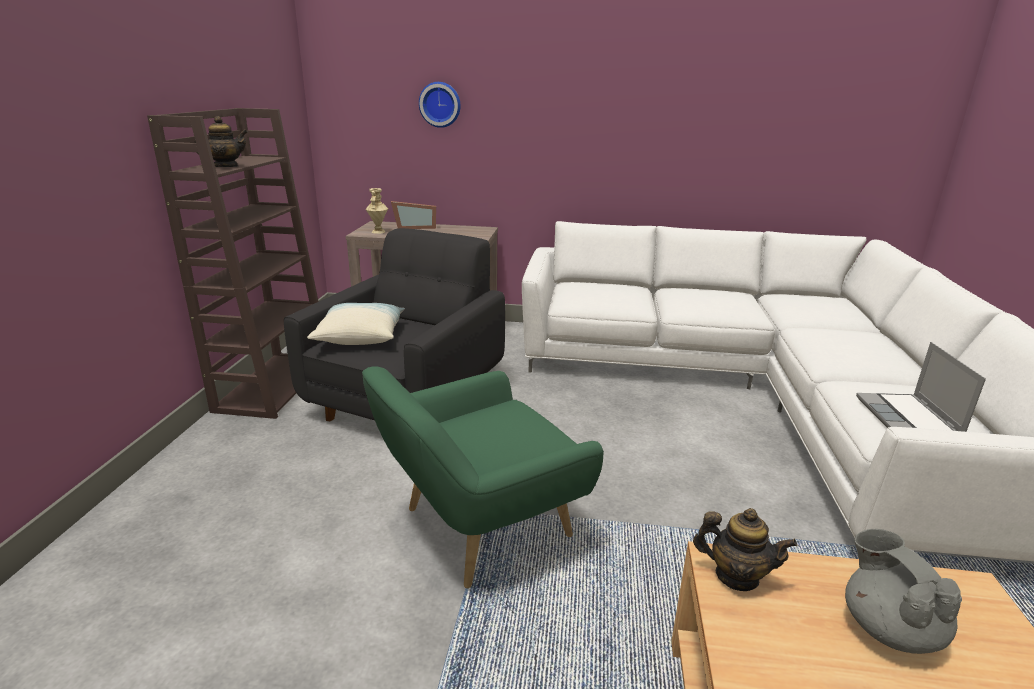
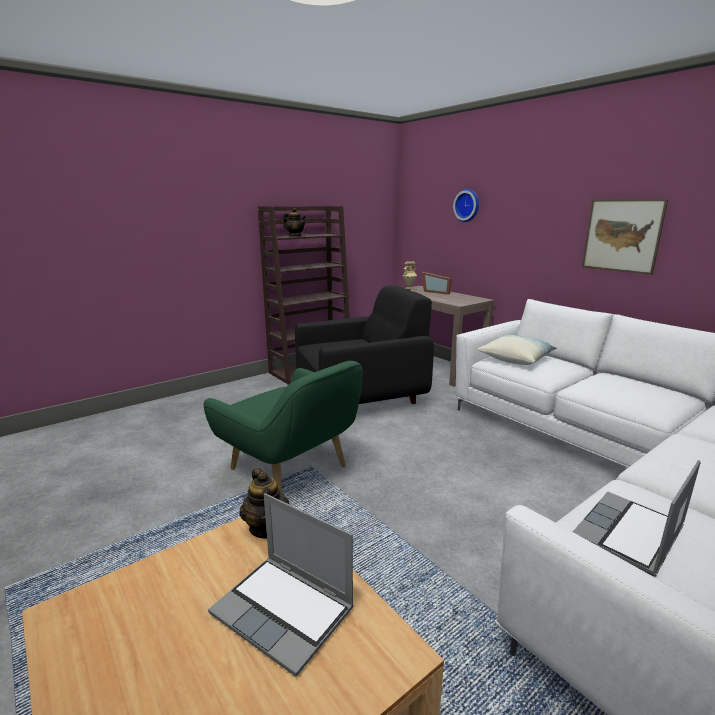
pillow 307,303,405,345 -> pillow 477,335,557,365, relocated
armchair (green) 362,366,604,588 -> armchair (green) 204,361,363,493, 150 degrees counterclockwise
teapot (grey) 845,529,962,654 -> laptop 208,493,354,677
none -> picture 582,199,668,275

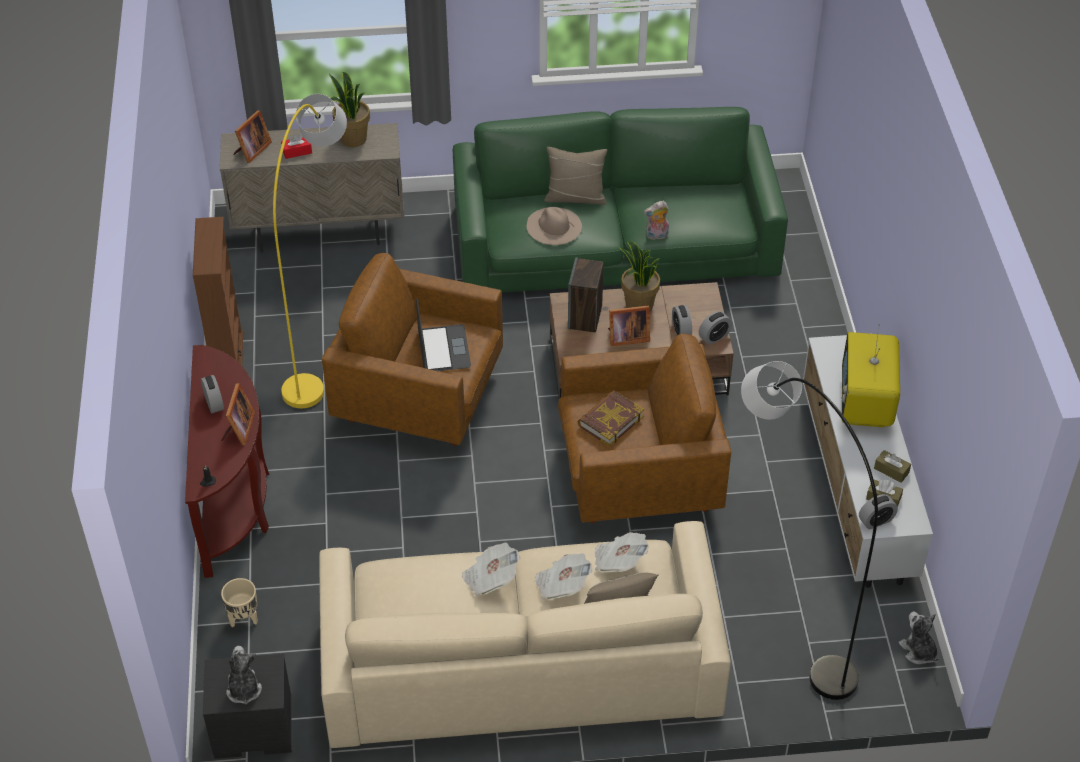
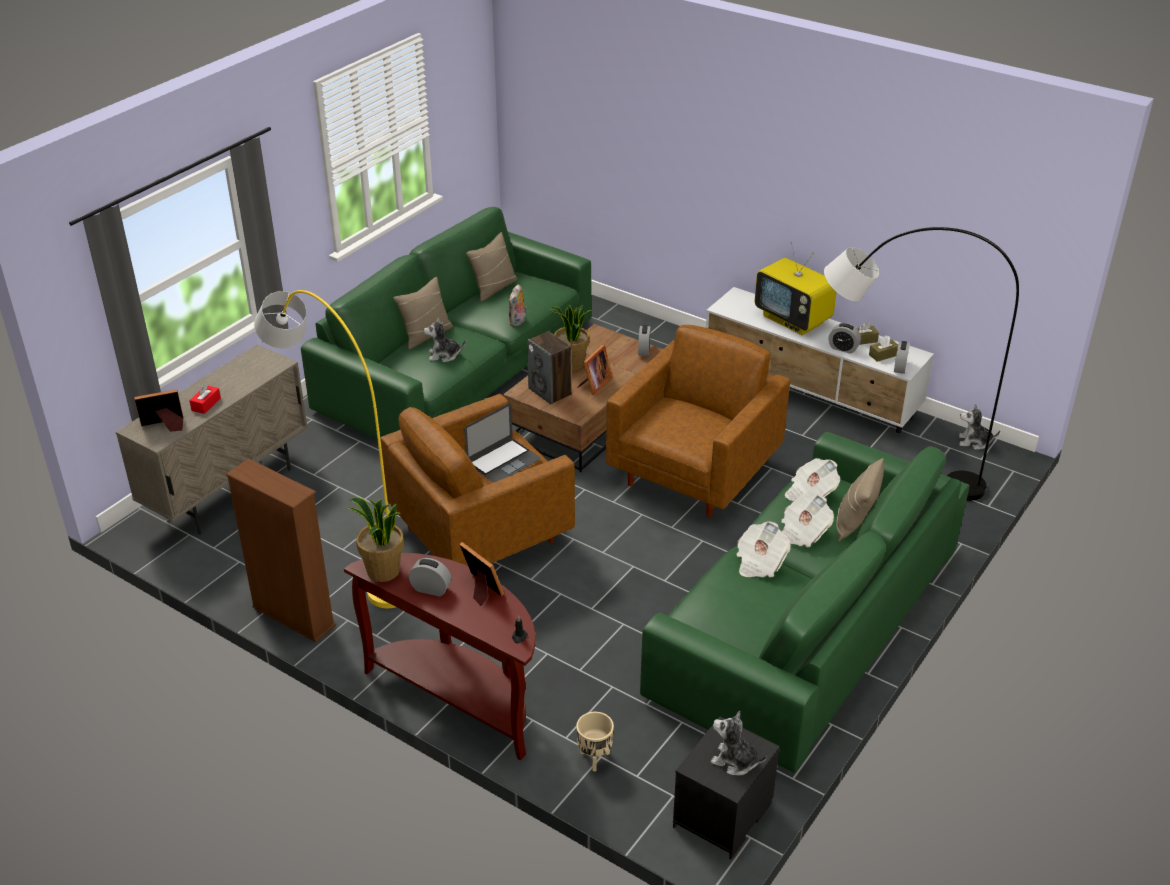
picture frame 233,110,272,163 -> picture frame 134,389,183,432, 90 degrees counterclockwise
sofa (beige) 319,521,731,748 -> sofa (green) 640,432,970,773
potted plant 329,72,370,147 -> potted plant 346,498,404,582, relocated
laptop 416,298,471,371 -> laptop 464,403,541,483, 105 degrees clockwise
hat (beige) 527,207,582,245 -> plush toy 424,318,466,362
book 577,390,644,447 -> none
alarm clock 672,305,692,336 -> alarm clock 829,323,861,354, relocated
none -> pillow (beige) 466,232,517,302

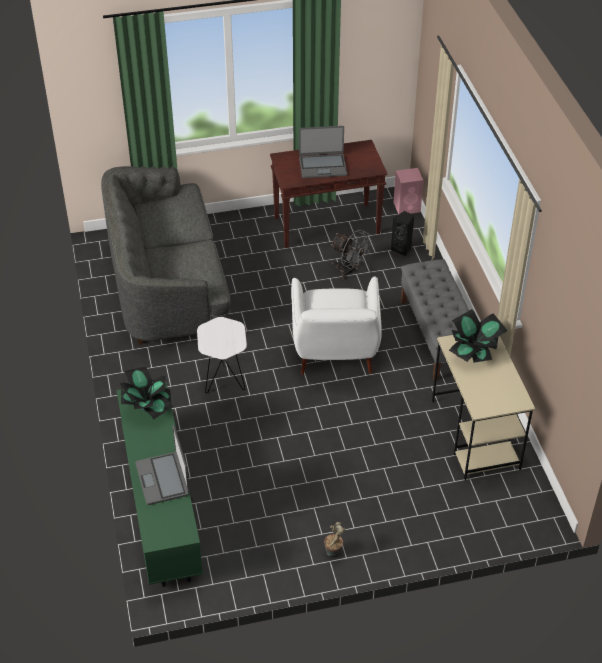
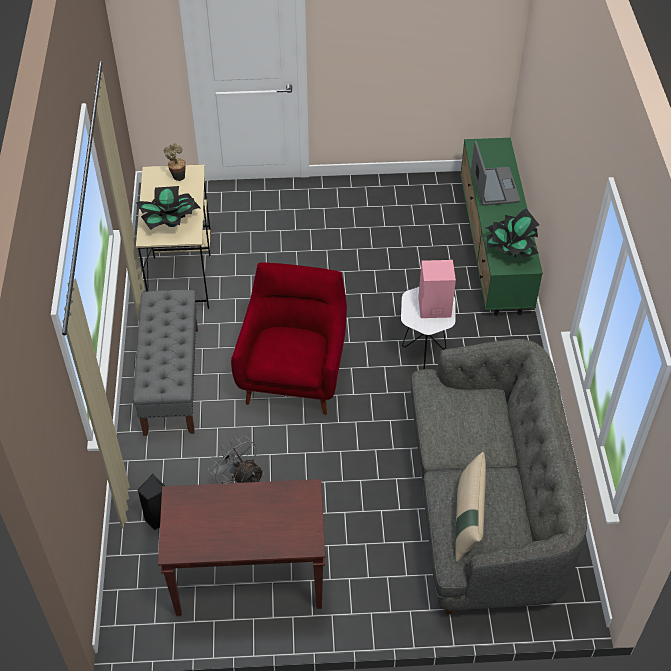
armchair (white) 291,277,382,375 -> armchair (red) 231,262,347,415
laptop 299,126,347,178 -> none
potted plant 324,522,345,556 -> potted plant 164,143,186,181, relocated
speaker (pink) 394,168,423,214 -> speaker (pink) 418,260,456,318, relocated
none -> pillow (beige) 455,452,486,562

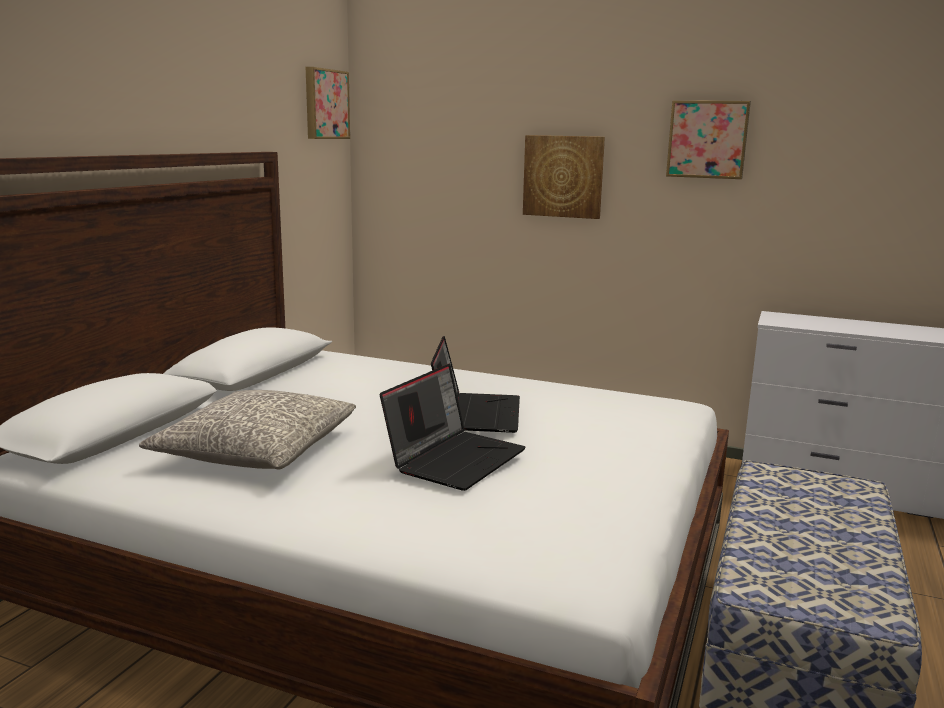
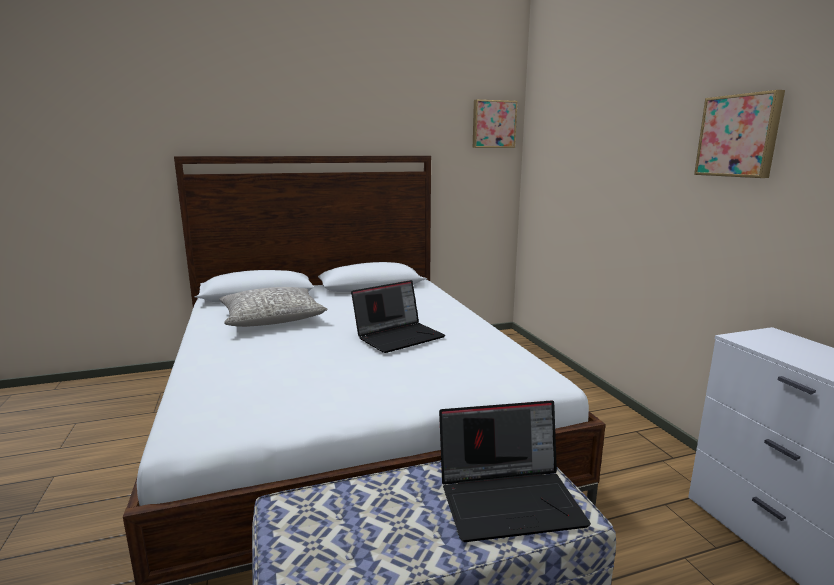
laptop 380,364,526,491 -> laptop 439,400,591,542, relocated
picture 523,135,605,219 -> none

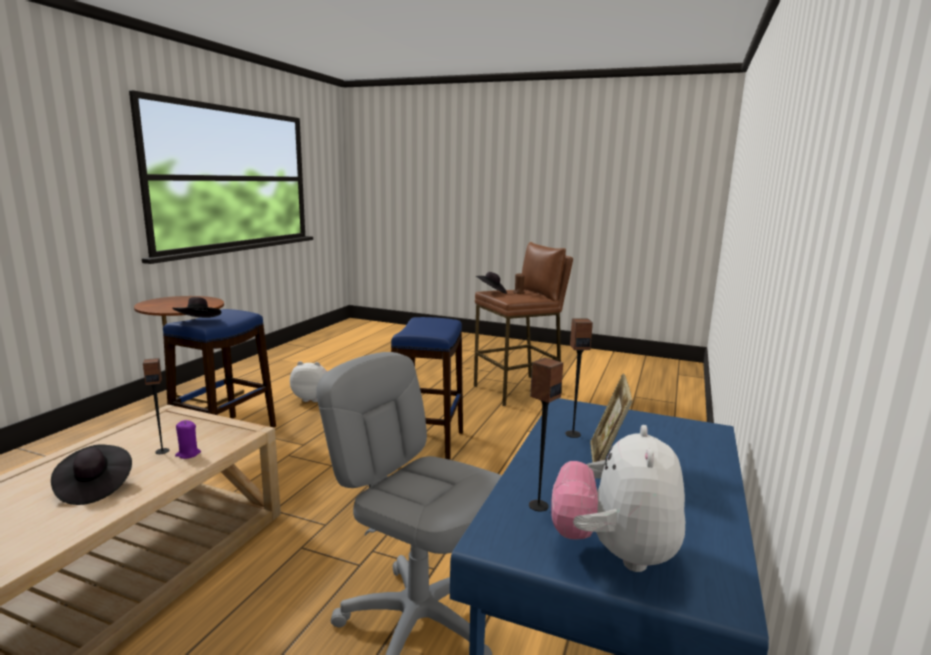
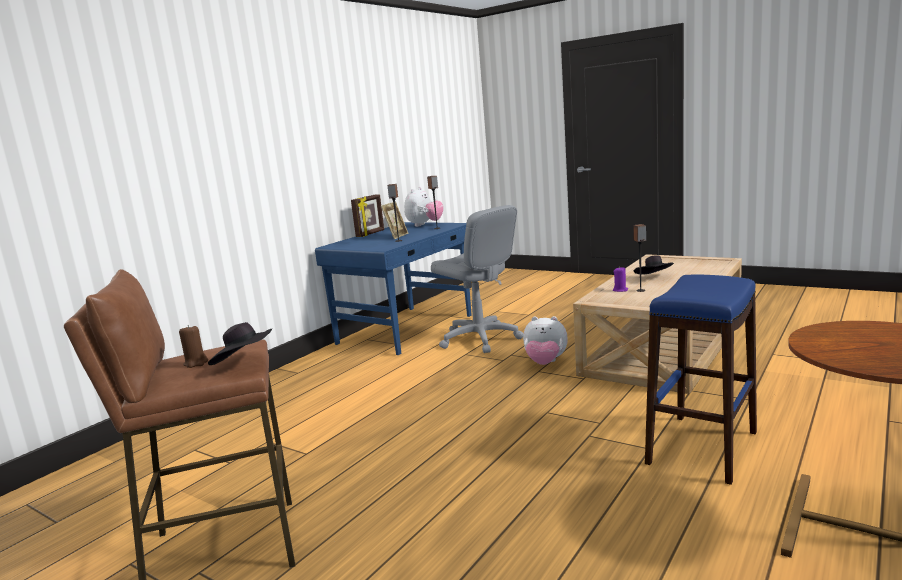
hat (black) 172,297,221,318 -> none
plush toy 290,361,327,402 -> plush toy 523,316,568,365, relocated
stool (blue) 391,317,463,460 -> none
none -> picture frame 351,194,384,237

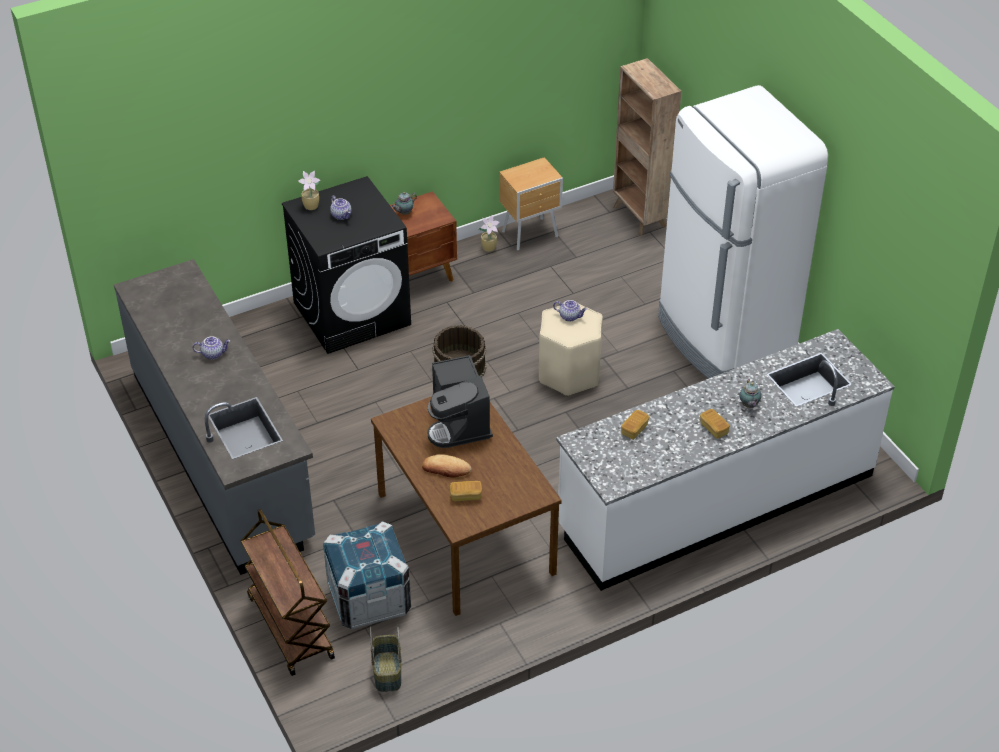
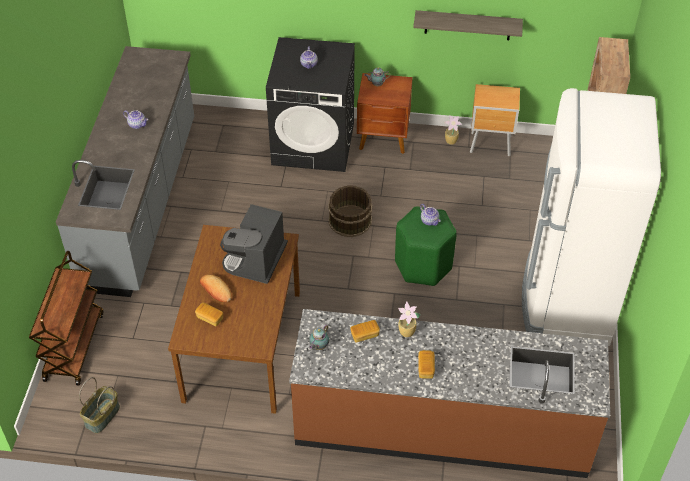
potted plant 298,171,321,210 -> potted plant 398,302,421,337, relocated
crate 323,521,411,630 -> none
stool (beige) 539,303,603,396 -> stool (green) 395,206,456,286
counter (white) 556,329,895,591 -> counter (brown) 289,309,610,478
teapot 739,379,762,408 -> teapot 309,325,329,350, relocated
none -> shelf 413,10,523,40

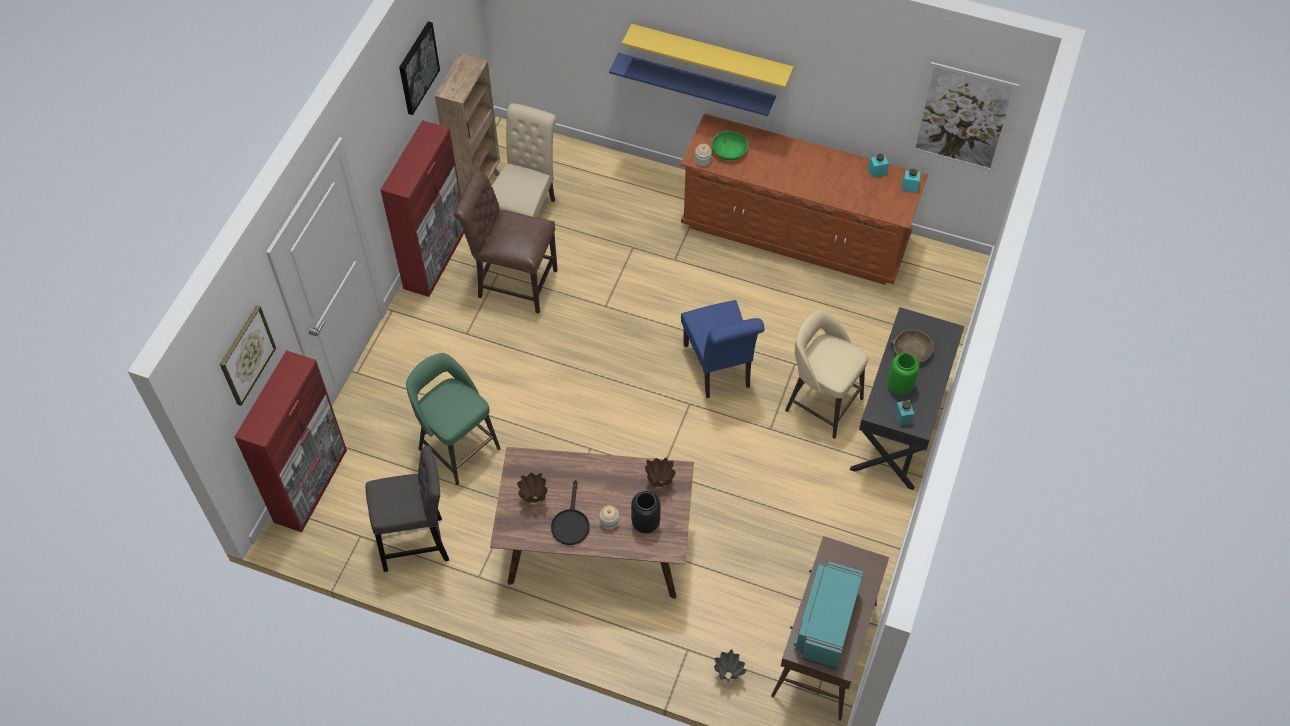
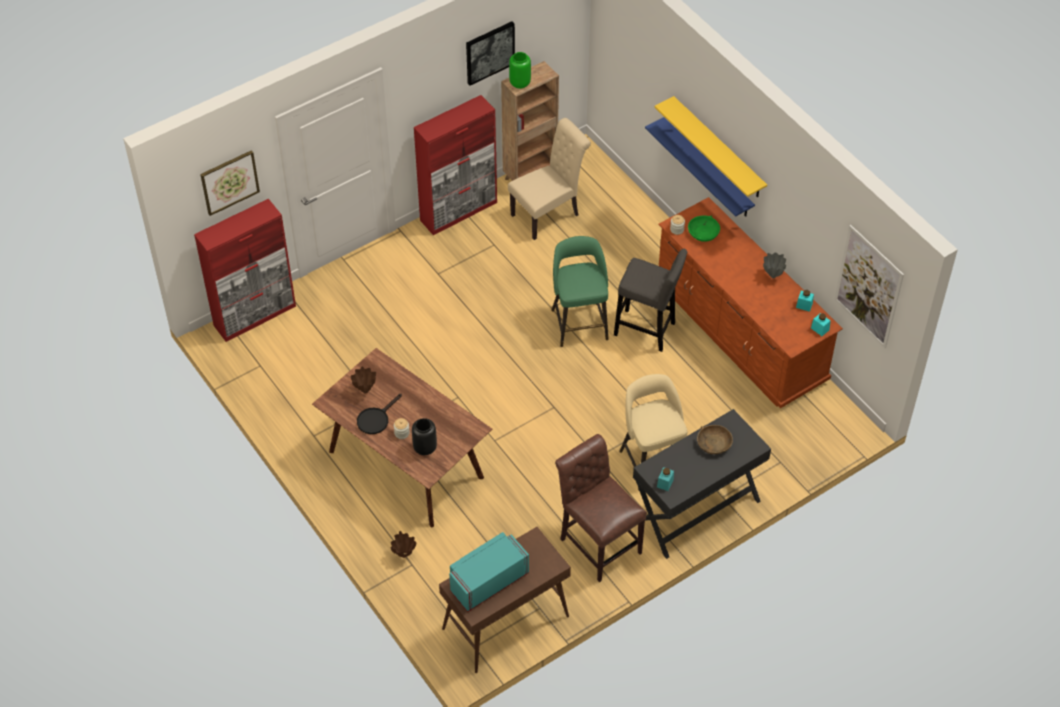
stool (grey) 365,446,449,572 -> stool (grey) 614,249,687,352, relocated
stool (green) 406,353,501,485 -> stool (green) 551,236,608,347, relocated
chair (brown) 454,171,558,314 -> chair (brown) 555,434,647,582, relocated
vase (brown) 645,458,676,487 -> vase (brown) 391,531,416,558, relocated
chair (blue) 681,300,765,398 -> none
vase (grey) 714,649,746,682 -> vase (grey) 763,252,786,278, relocated
vase (green) 887,353,919,395 -> vase (green) 509,52,531,89, relocated

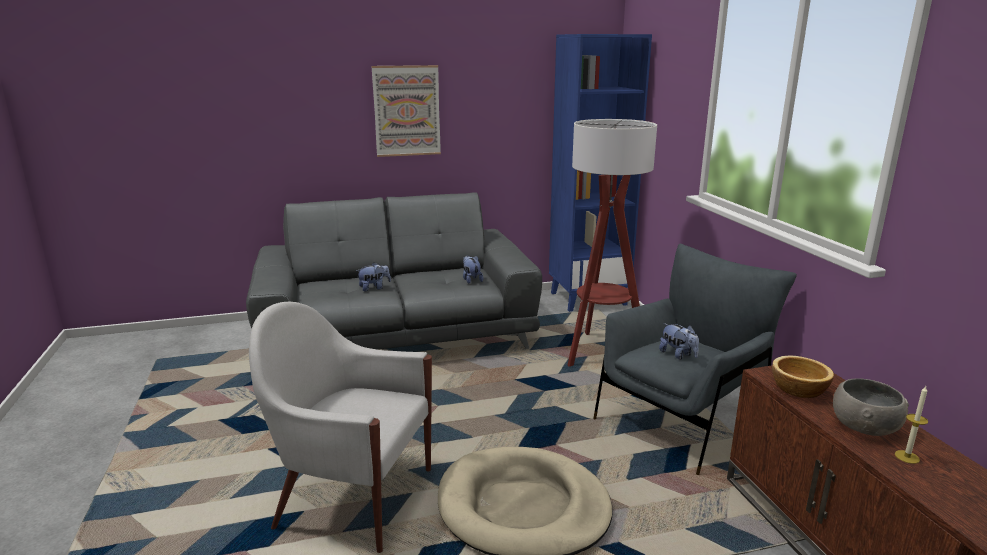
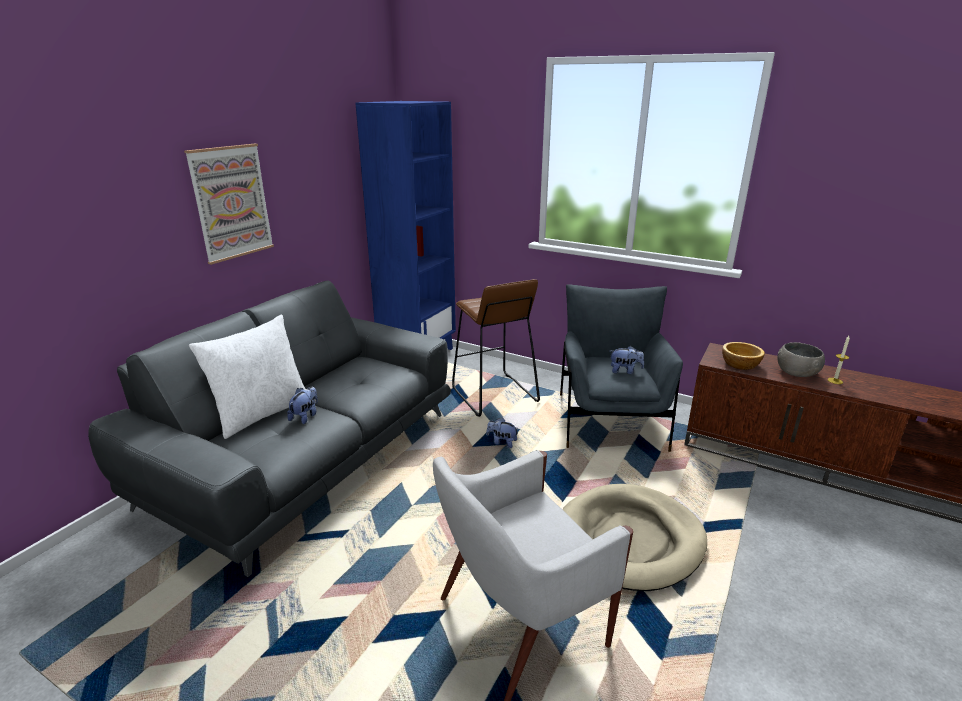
plush toy 463,256,483,284 -> plush toy 486,417,519,448, relocated
floor lamp 567,119,657,367 -> stool (brown) 452,279,540,417
none -> pillow (white) 189,315,305,439

